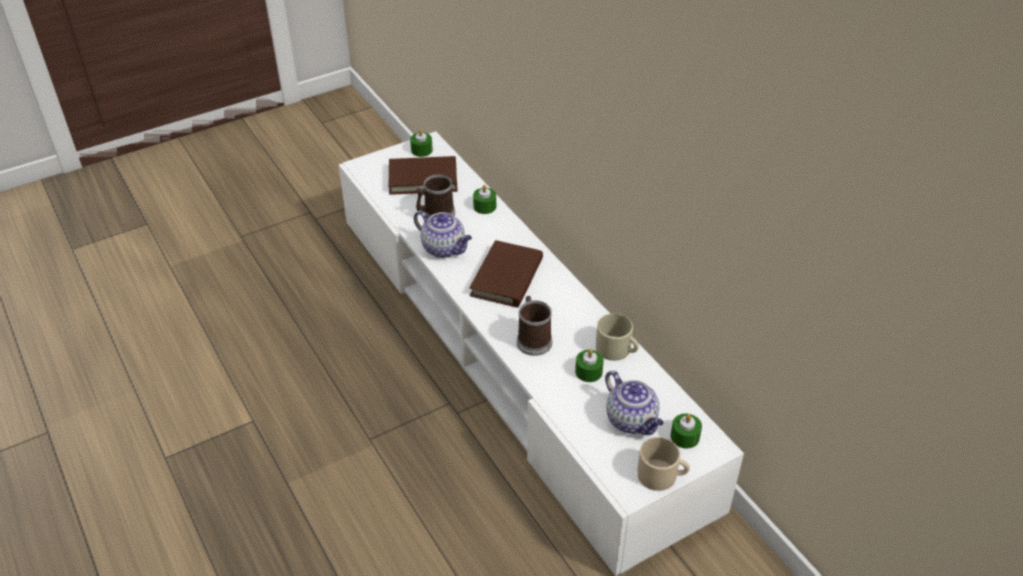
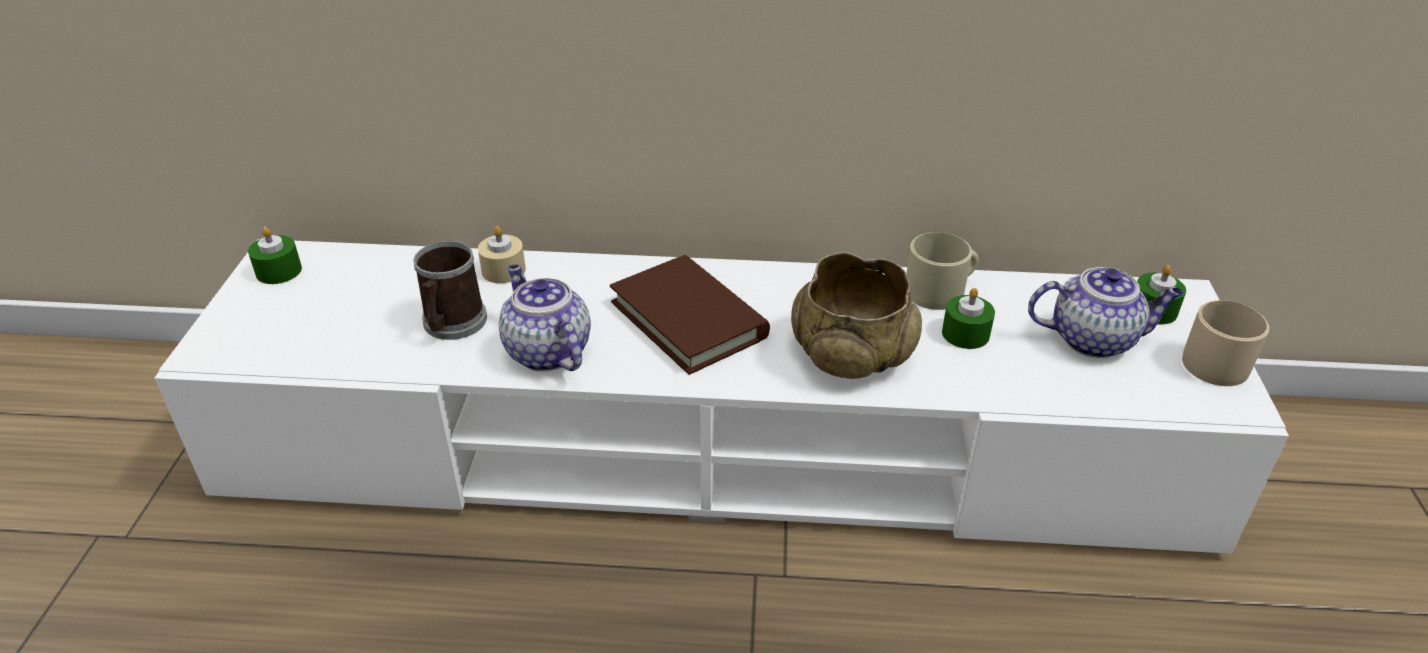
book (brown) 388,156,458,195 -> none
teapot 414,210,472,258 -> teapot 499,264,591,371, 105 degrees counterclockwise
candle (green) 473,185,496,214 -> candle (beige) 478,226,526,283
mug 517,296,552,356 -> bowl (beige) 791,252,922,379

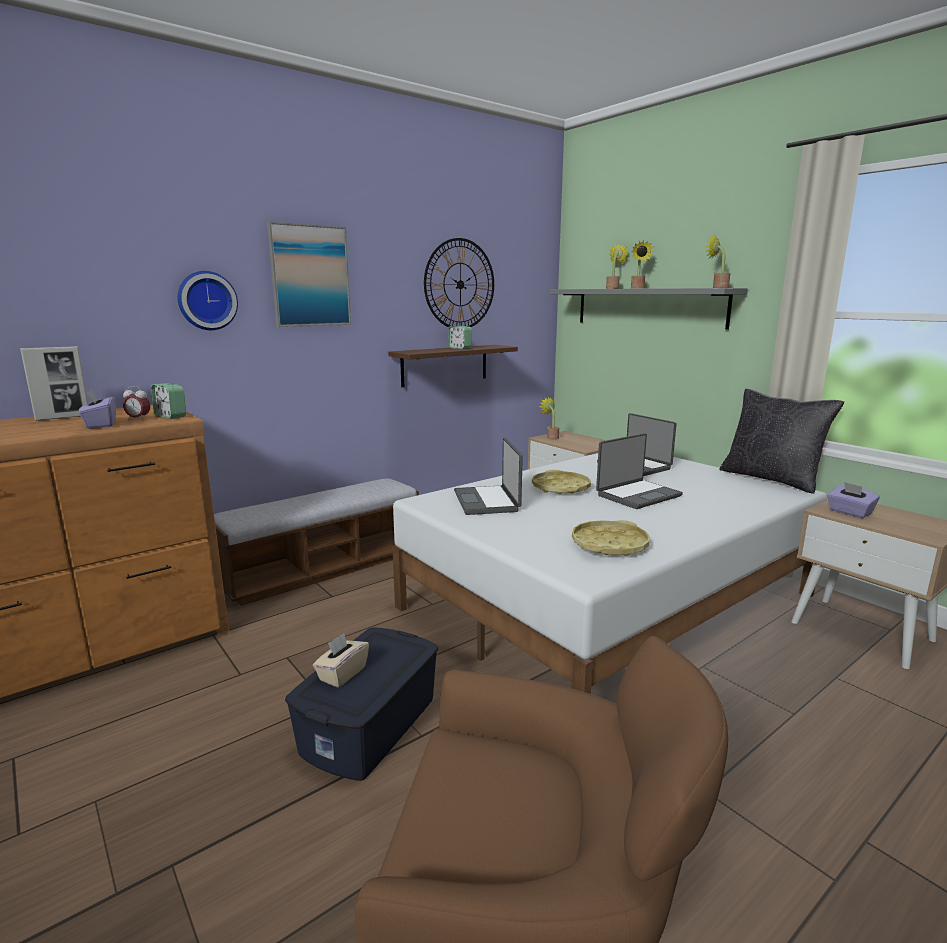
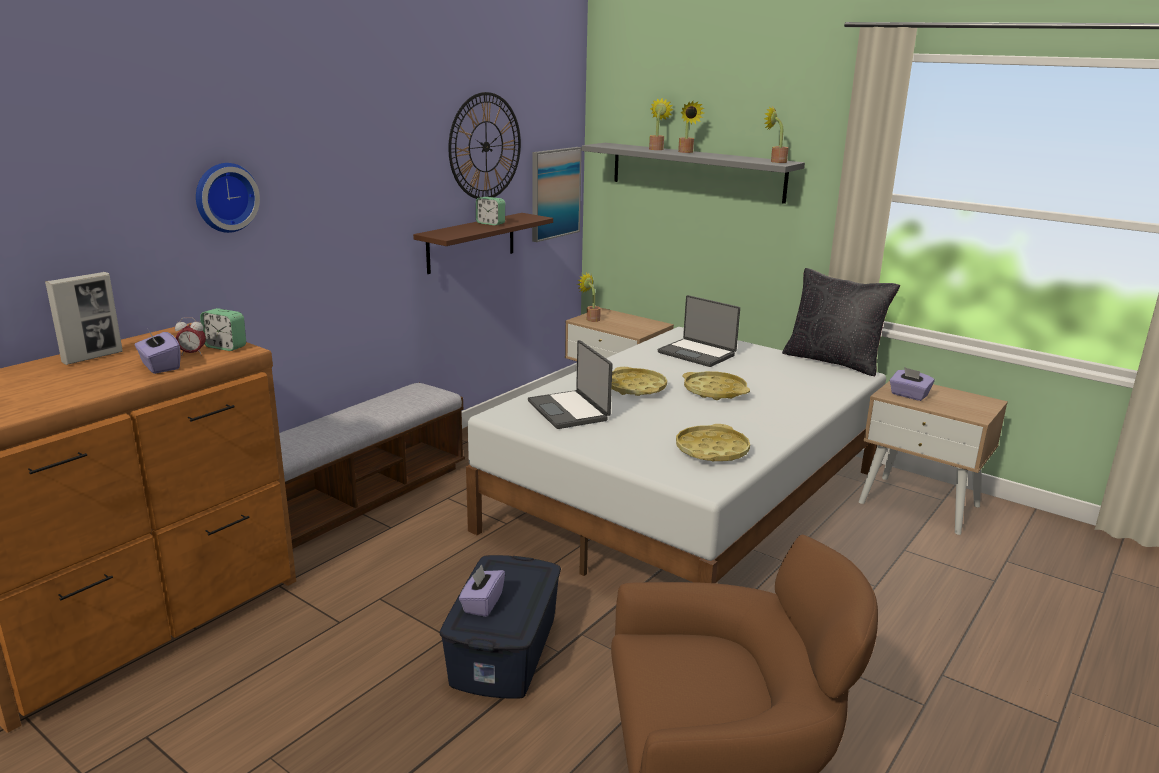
picture 267,222,351,327 -> picture 532,147,582,242, relocated
tissue box (beige) 313,633,369,688 -> tissue box (purple) 459,564,505,617
laptop 596,433,683,509 -> tray (yellow) 683,371,750,400

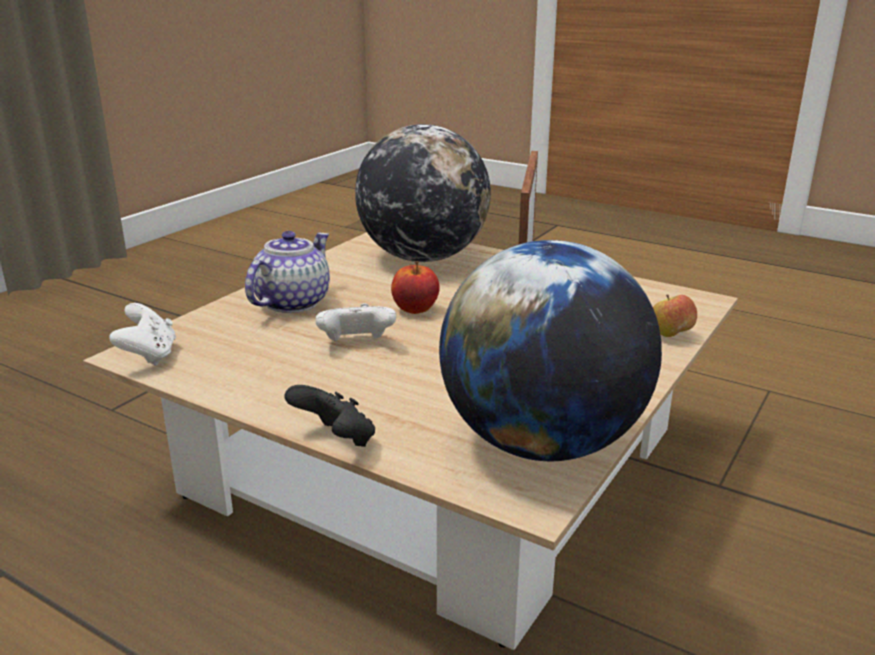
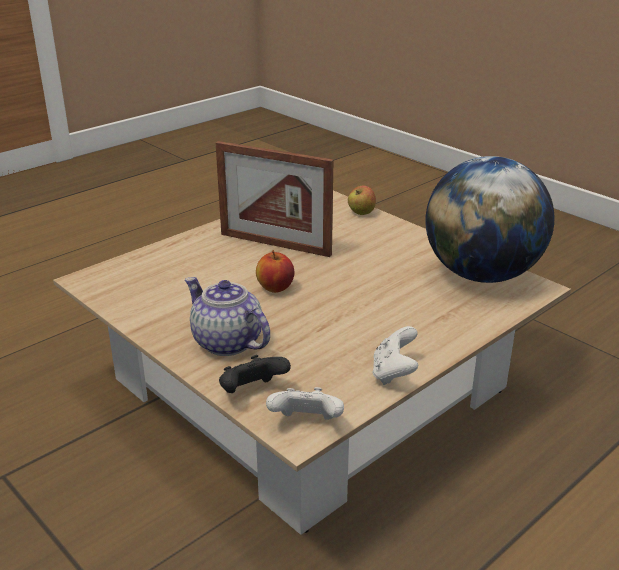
game controller (black) 284,385,375,447 -> game controller (black) 219,355,291,393, relocated
game controller (white) 315,303,396,341 -> game controller (white) 372,326,418,385, relocated
globe 355,124,491,262 -> none

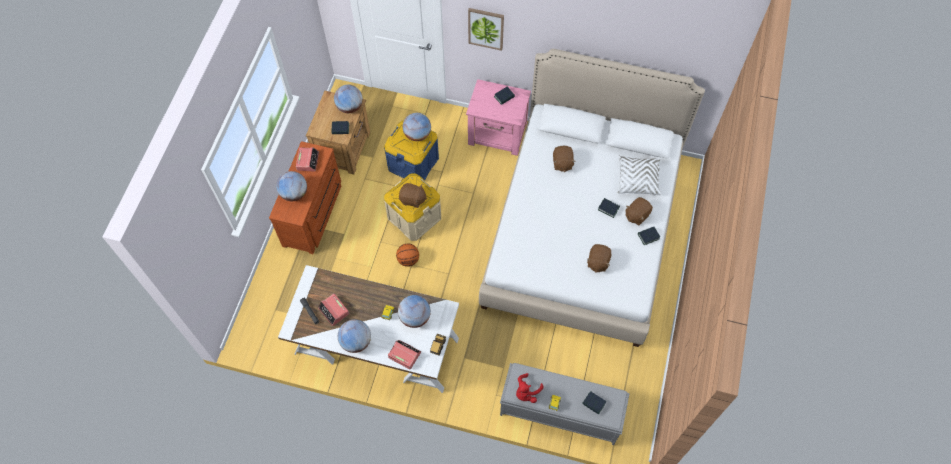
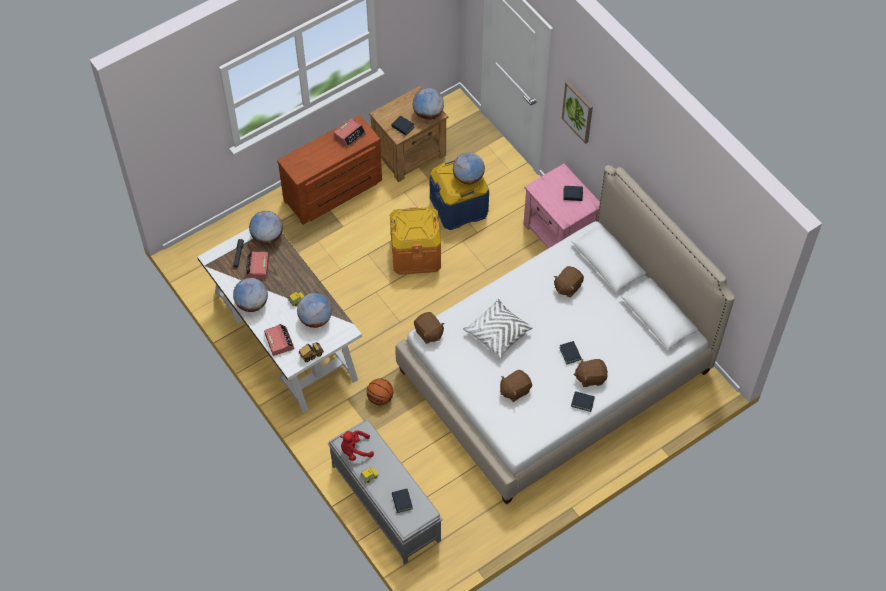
globe 276,171,307,201 -> globe 249,211,283,244, relocated
storage box (beige) 384,174,441,241 -> storage box (orange) 390,207,441,275
basketball 396,244,419,267 -> basketball 367,378,393,405, relocated
plush toy (brown) 399,183,427,208 -> plush toy (brown) 414,312,445,344, relocated
pillow (white) 617,156,661,195 -> pillow (white) 463,299,533,359, relocated

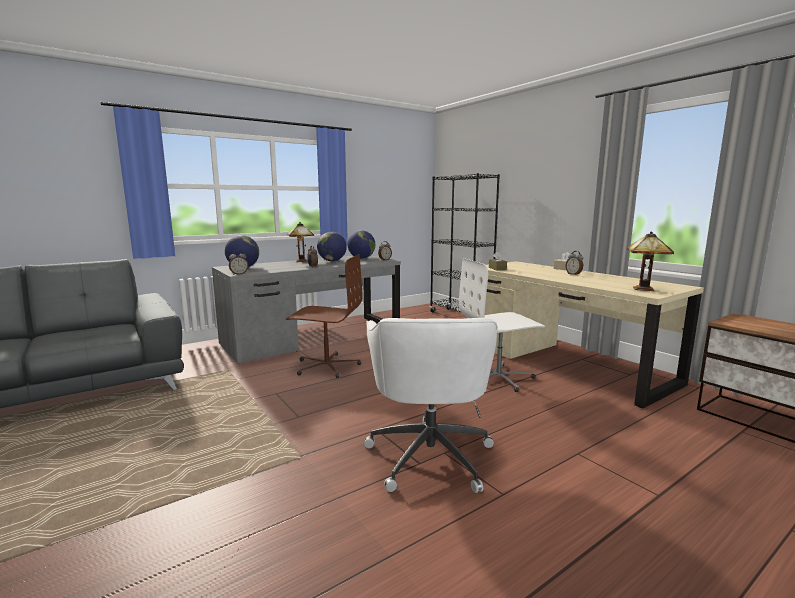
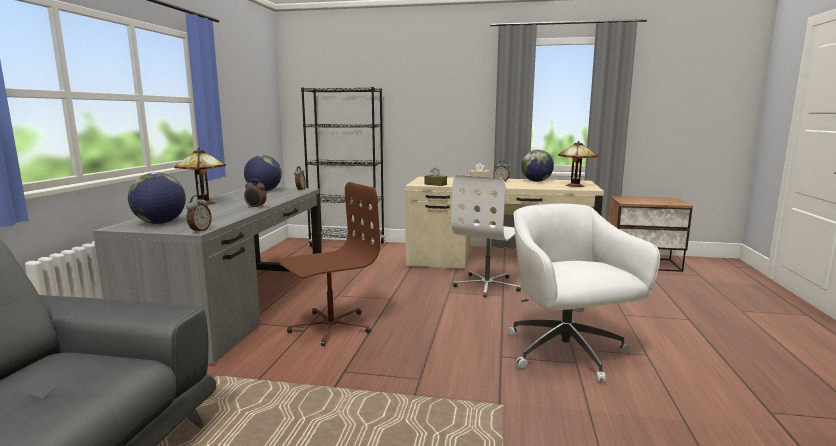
globe 317,232,347,261 -> globe 521,150,554,182, relocated
office chair (white) 364,318,498,493 -> office chair (white) 508,204,660,383, 150 degrees counterclockwise

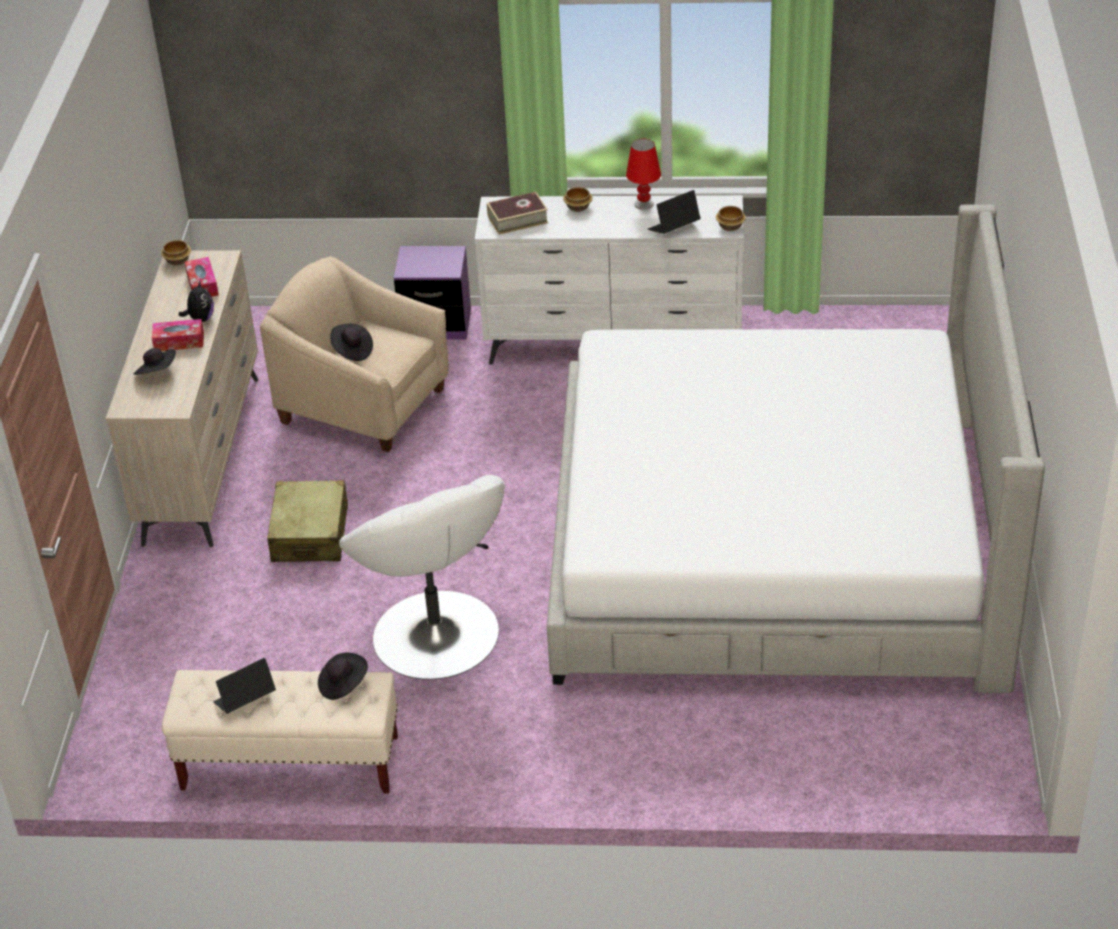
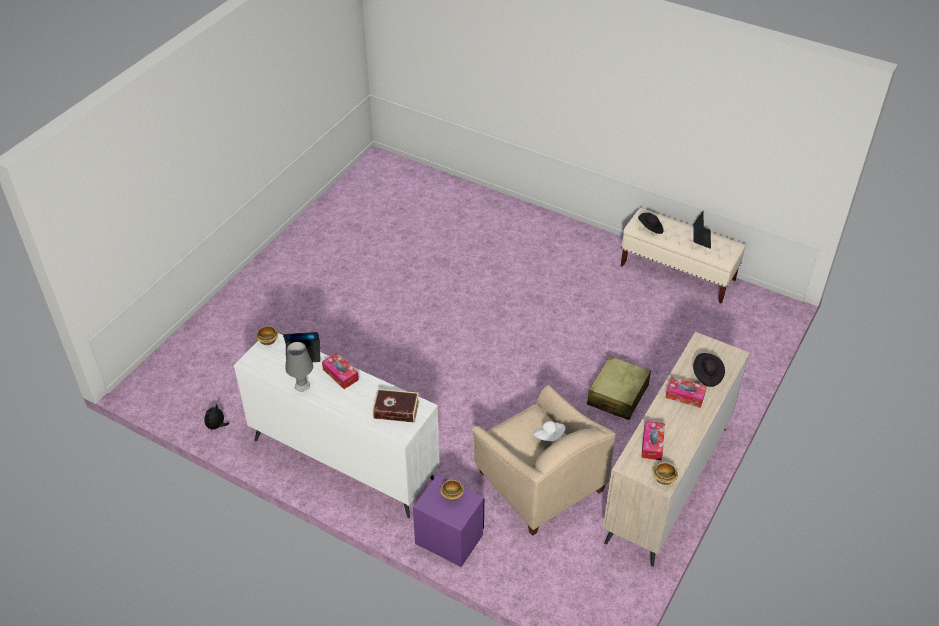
plush toy 179,281,214,322 -> plush toy 204,404,229,431, relocated
laptop 213,658,276,714 -> laptop 693,211,711,249, 75 degrees counterclockwise
hat (black) 330,324,373,361 -> hat (white) 533,421,566,441
armchair (white) 339,475,505,680 -> none
bed 547,204,1045,693 -> none
bowl 563,187,592,212 -> bowl 440,480,464,501, relocated
table lamp (red) 626,139,661,210 -> table lamp (grey) 285,342,313,392
none -> tissue box 322,353,359,389

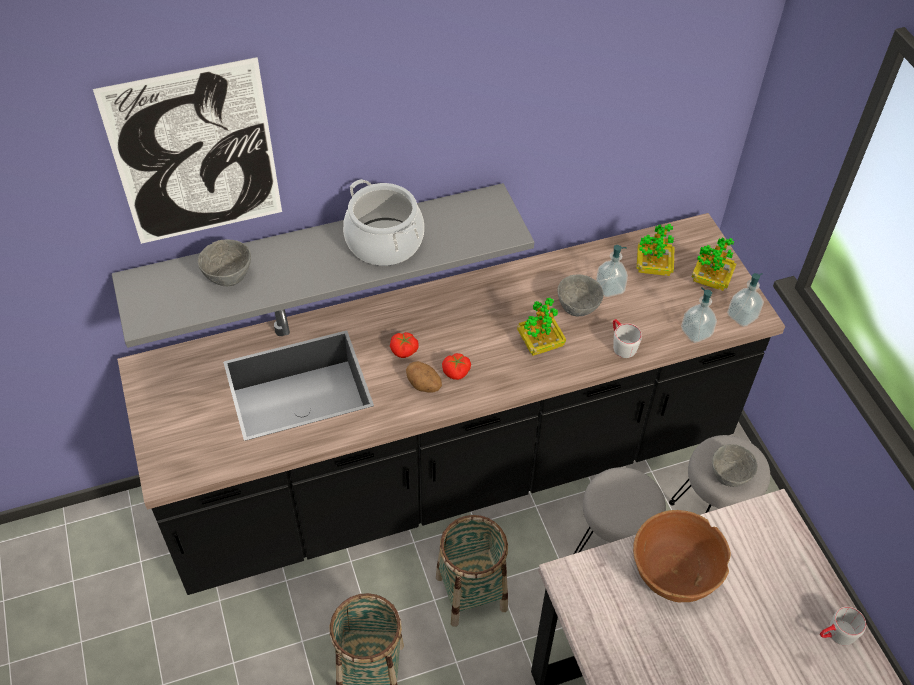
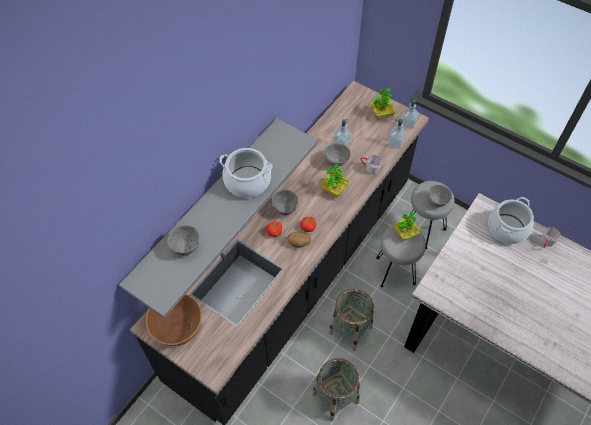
picture 93,57,282,244 -> none
bowl (brown) 633,510,731,602 -> bowl (brown) 146,294,202,346, relocated
potted plant 637,224,675,276 -> potted plant 393,212,420,241, relocated
none -> bowl (grey) 271,190,298,215
none -> cooking pot 488,197,534,244

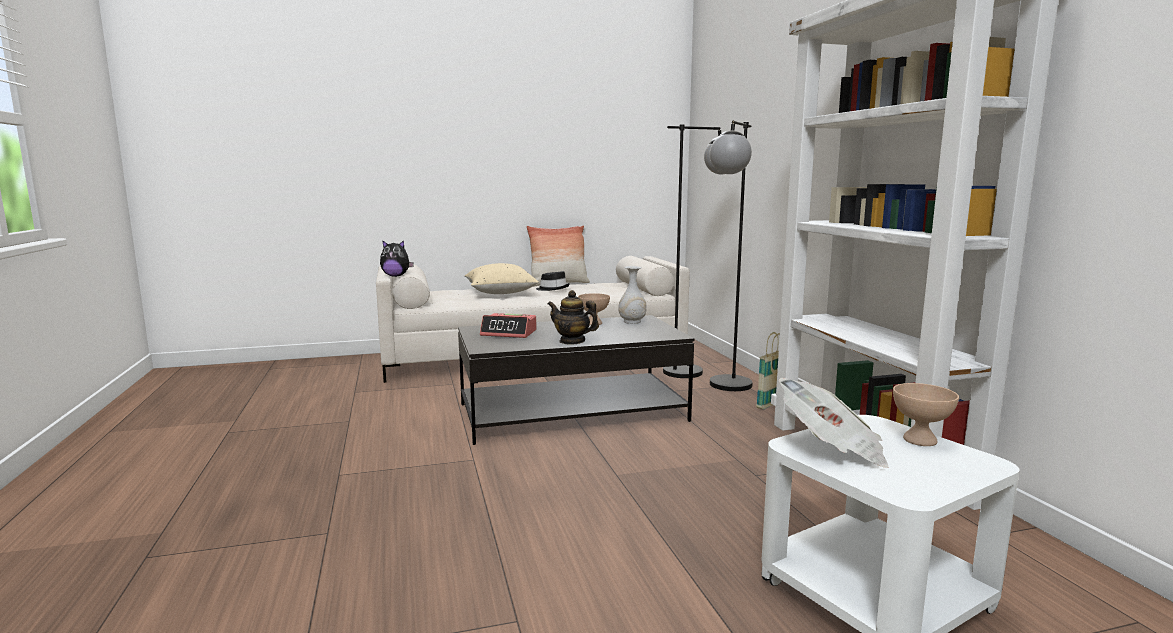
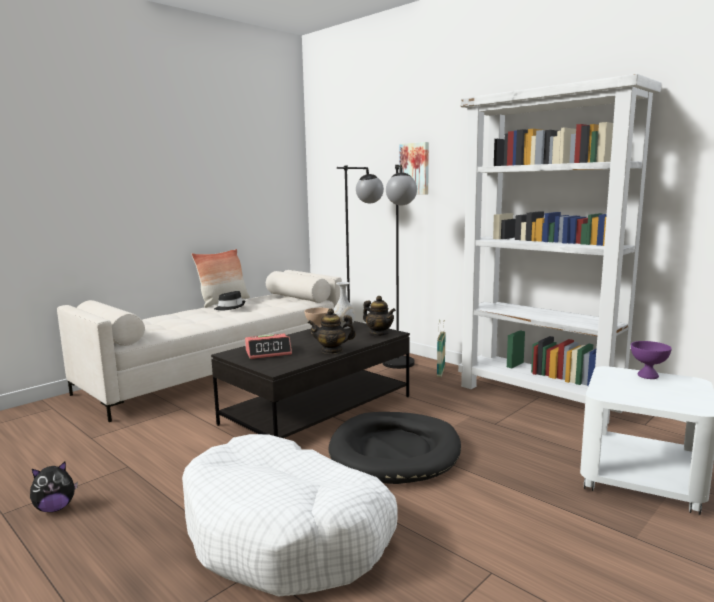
plush toy 380,240,414,277 -> plush toy 30,462,78,512, relocated
pillow (beige) 465,263,539,294 -> none
newspaper 779,378,889,468 -> none
bowl (beige) 893,383,959,446 -> bowl (purple) 631,341,672,379
none -> dog bed (white) 182,434,398,597
none -> dog bed (black) 329,412,461,484
none -> teapot 363,296,396,336
none -> picture 399,142,429,195

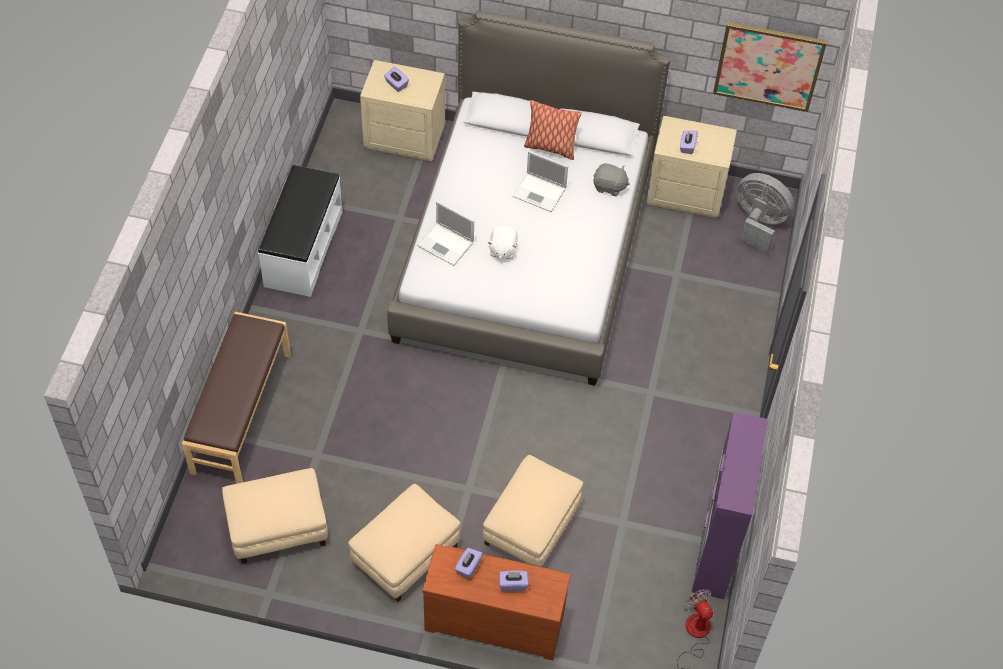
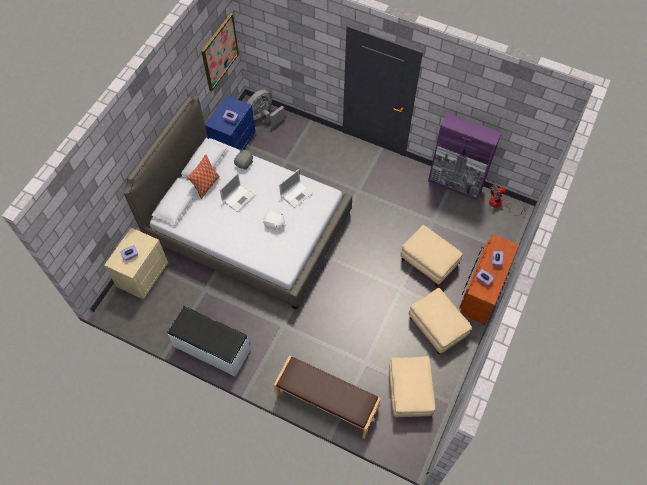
laptop 417,201,474,266 -> laptop 279,169,313,208, relocated
nightstand (beige) 646,116,737,218 -> nightstand (blue) 205,95,256,150

